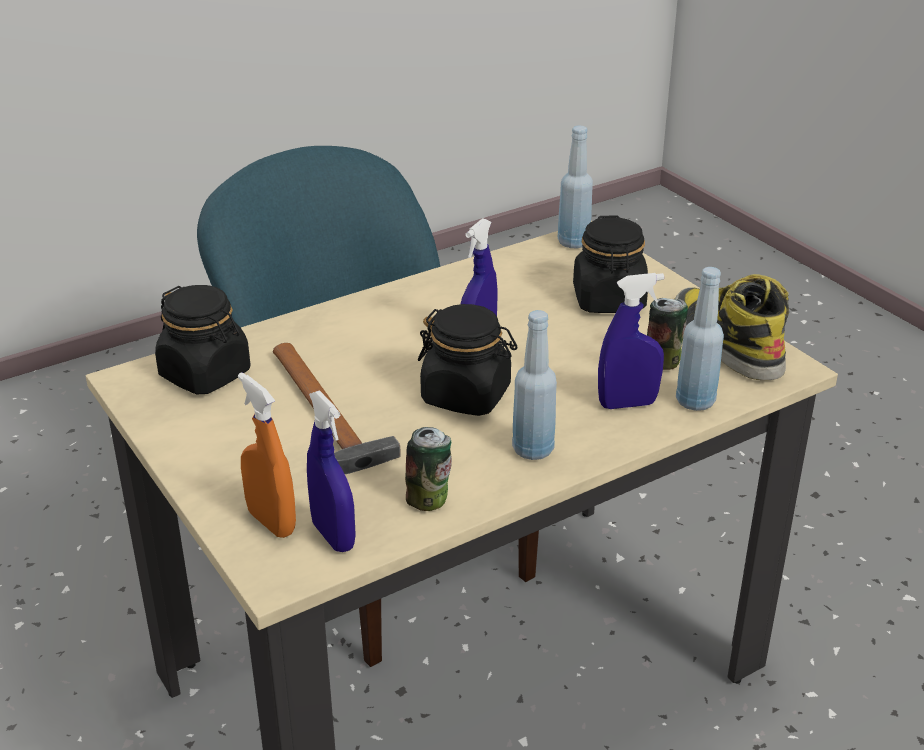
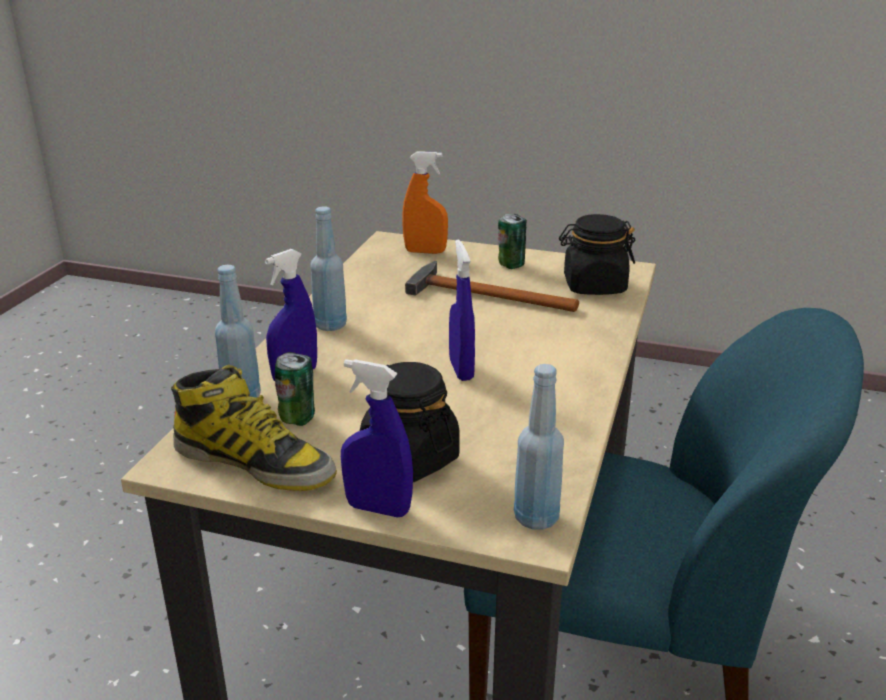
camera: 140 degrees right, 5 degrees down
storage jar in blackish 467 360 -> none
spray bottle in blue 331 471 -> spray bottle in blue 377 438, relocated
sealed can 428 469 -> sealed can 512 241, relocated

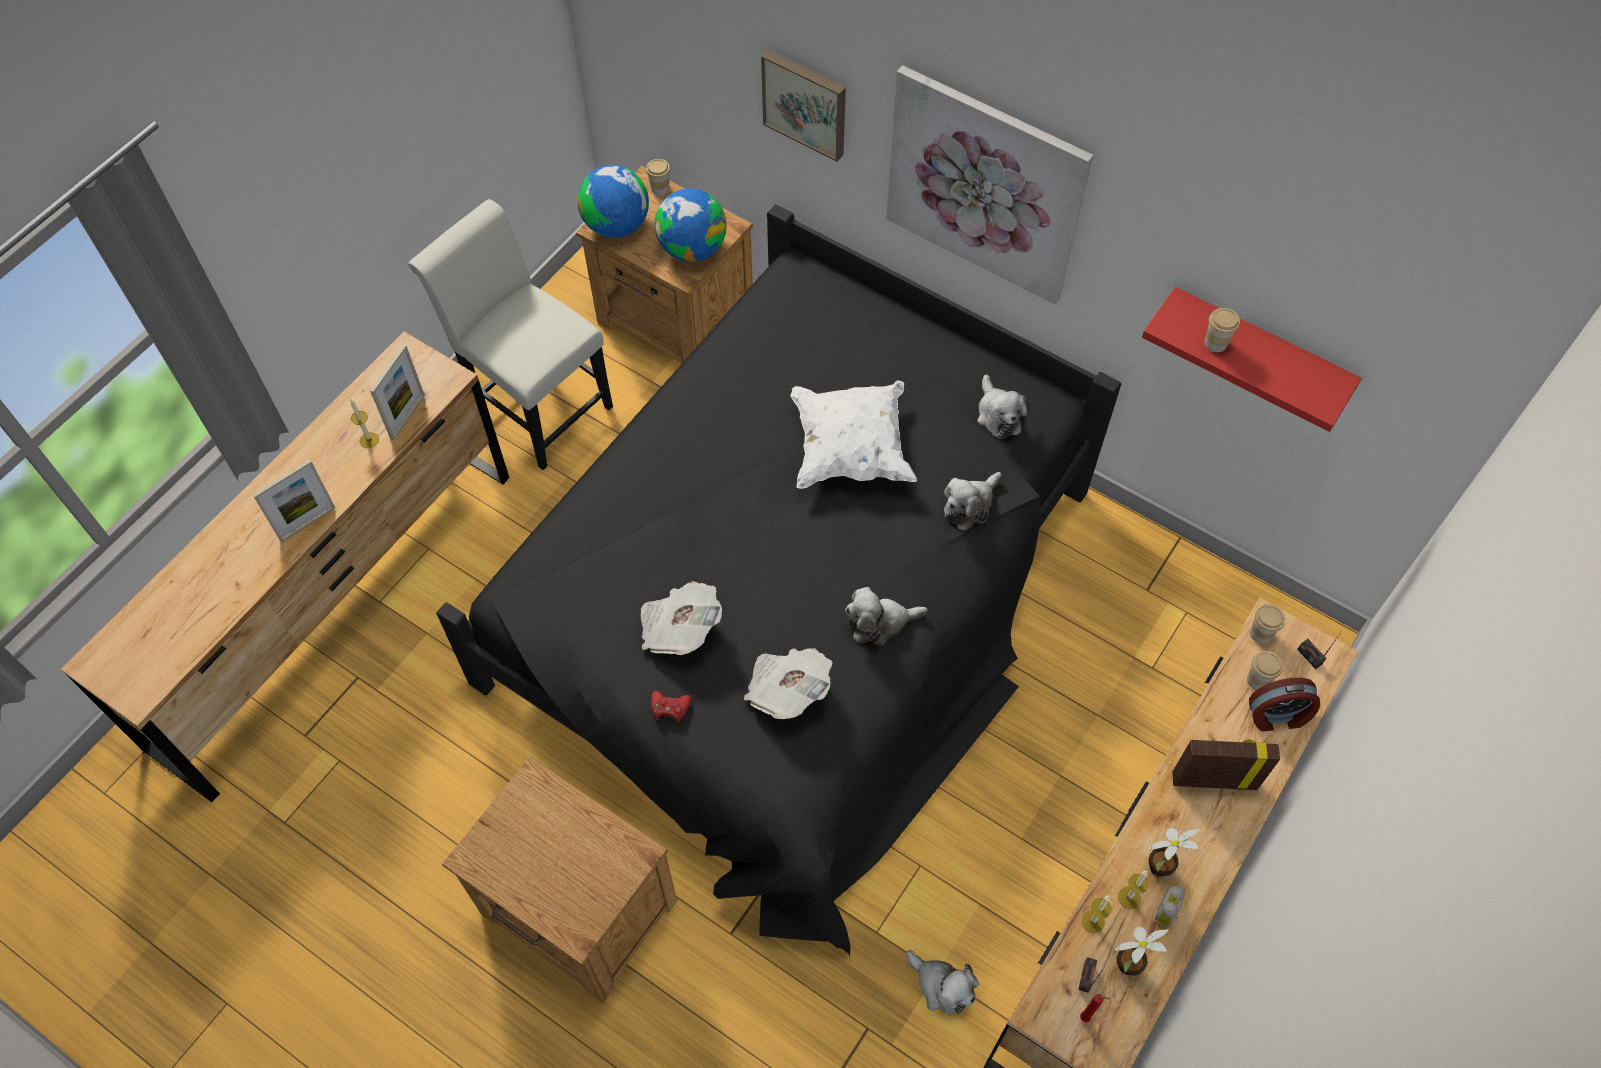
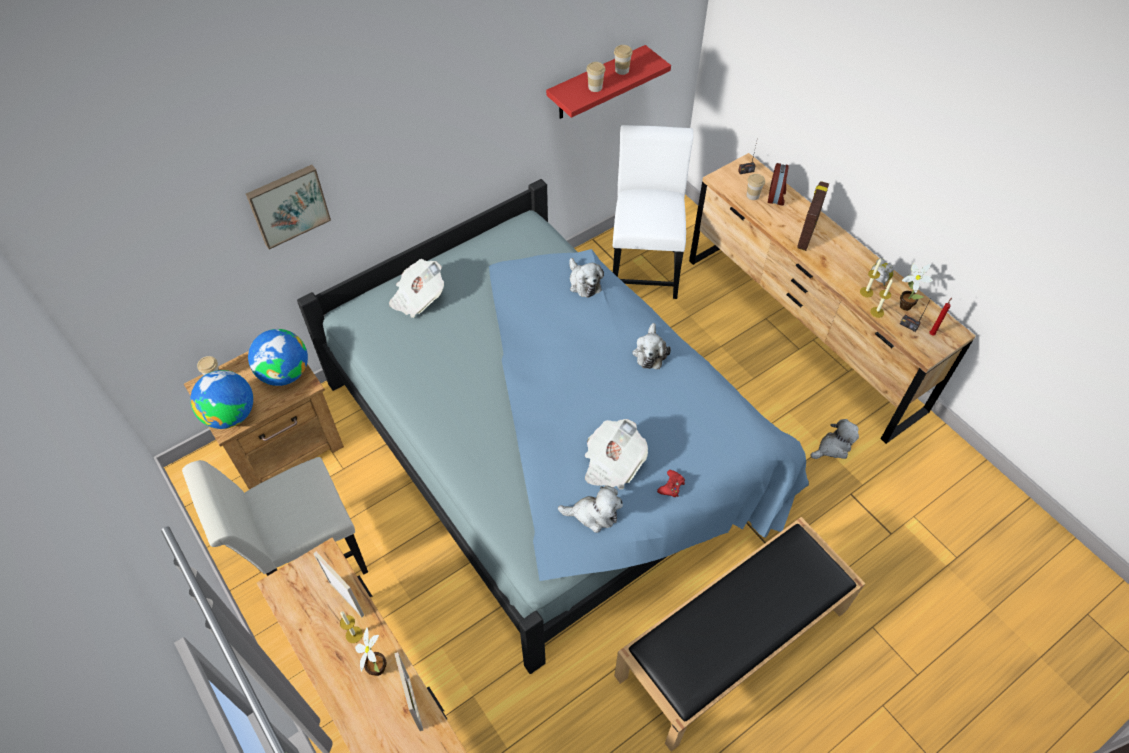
camera: 70 degrees left, 5 degrees down
pillow in white-coloured 853 434 -> none
picture 989 185 -> none
none -> chair in white-coloured 653 212
newspaper 788 683 -> newspaper 416 288, relocated
plush toy 1003 407 -> plush toy 590 509, relocated
houseplant 1174 852 -> houseplant 371 651, relocated
drinking cup 1267 624 -> drinking cup 623 60, relocated
nightstand in brown-coloured 559 879 -> long seat in blackish 740 634
bed in blackish 778 580 -> bed in blue 553 426

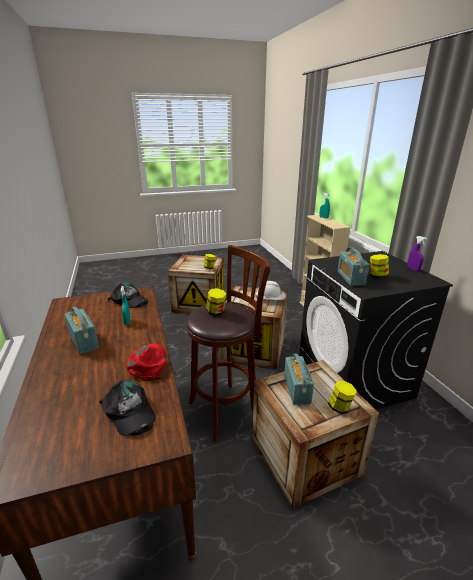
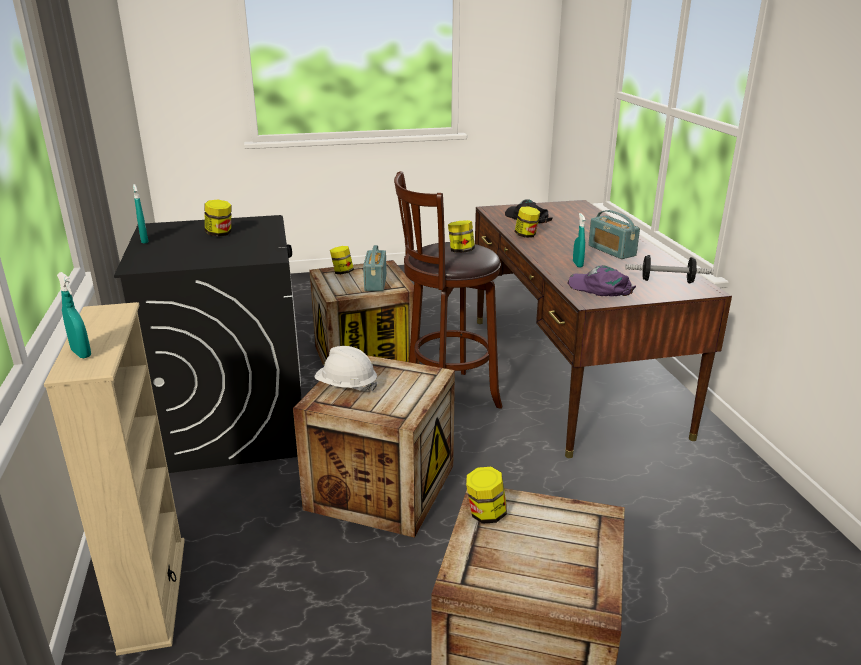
camera: 175 degrees left, 0 degrees up
radio receiver 353 266 -> none
none -> free weight 669 269
cap in red 146 362 -> storage jar 527 222
cap in blackish 127 295 -> cap in purple-coloured 601 281
spray bottle in purple-coloured 417 253 -> spray bottle in turquoise-coloured 141 214

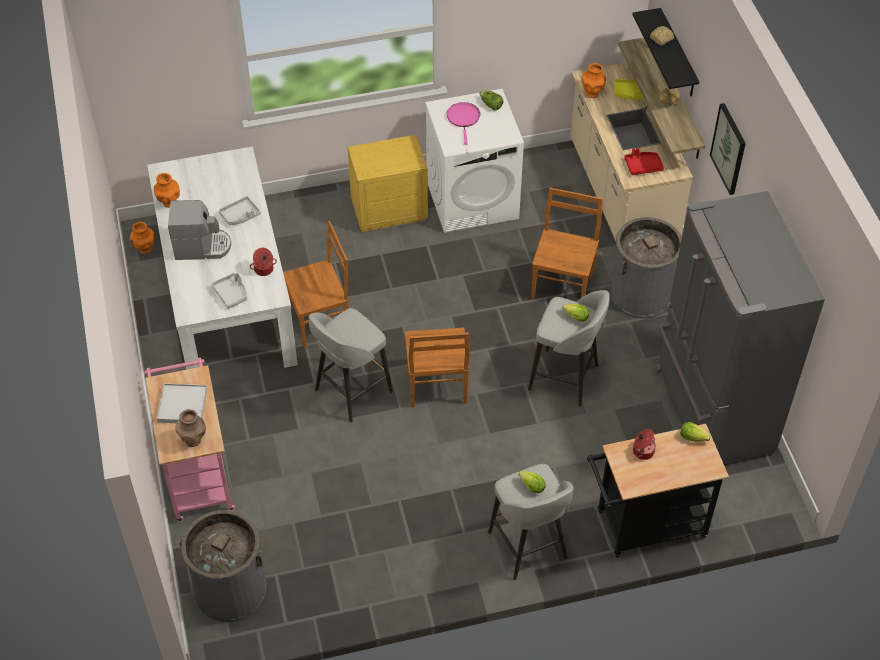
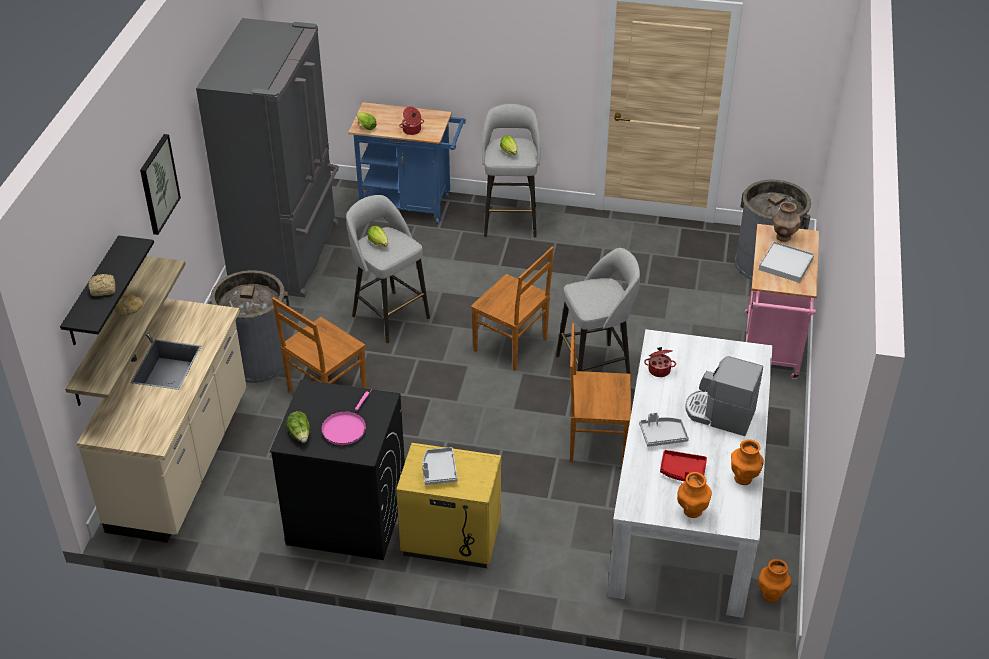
camera: 155 degrees left, 10 degrees down
carrying tray in yellowish 629 89 -> none
carrying tray in gray 229 291 -> carrying tray in gray 440 466, relocated
decorative vase in orangey 594 80 -> decorative vase in orangey 694 495, relocated
carrying tray in red 644 161 -> carrying tray in red 683 465, relocated
washing machine in white-coloured 474 161 -> washing machine in blackish 337 470
wheeled cart in blackish 658 491 -> wheeled cart in blue 407 163
chair in brown-coloured 437 367 -> chair in brown-coloured 512 308, 105 degrees clockwise

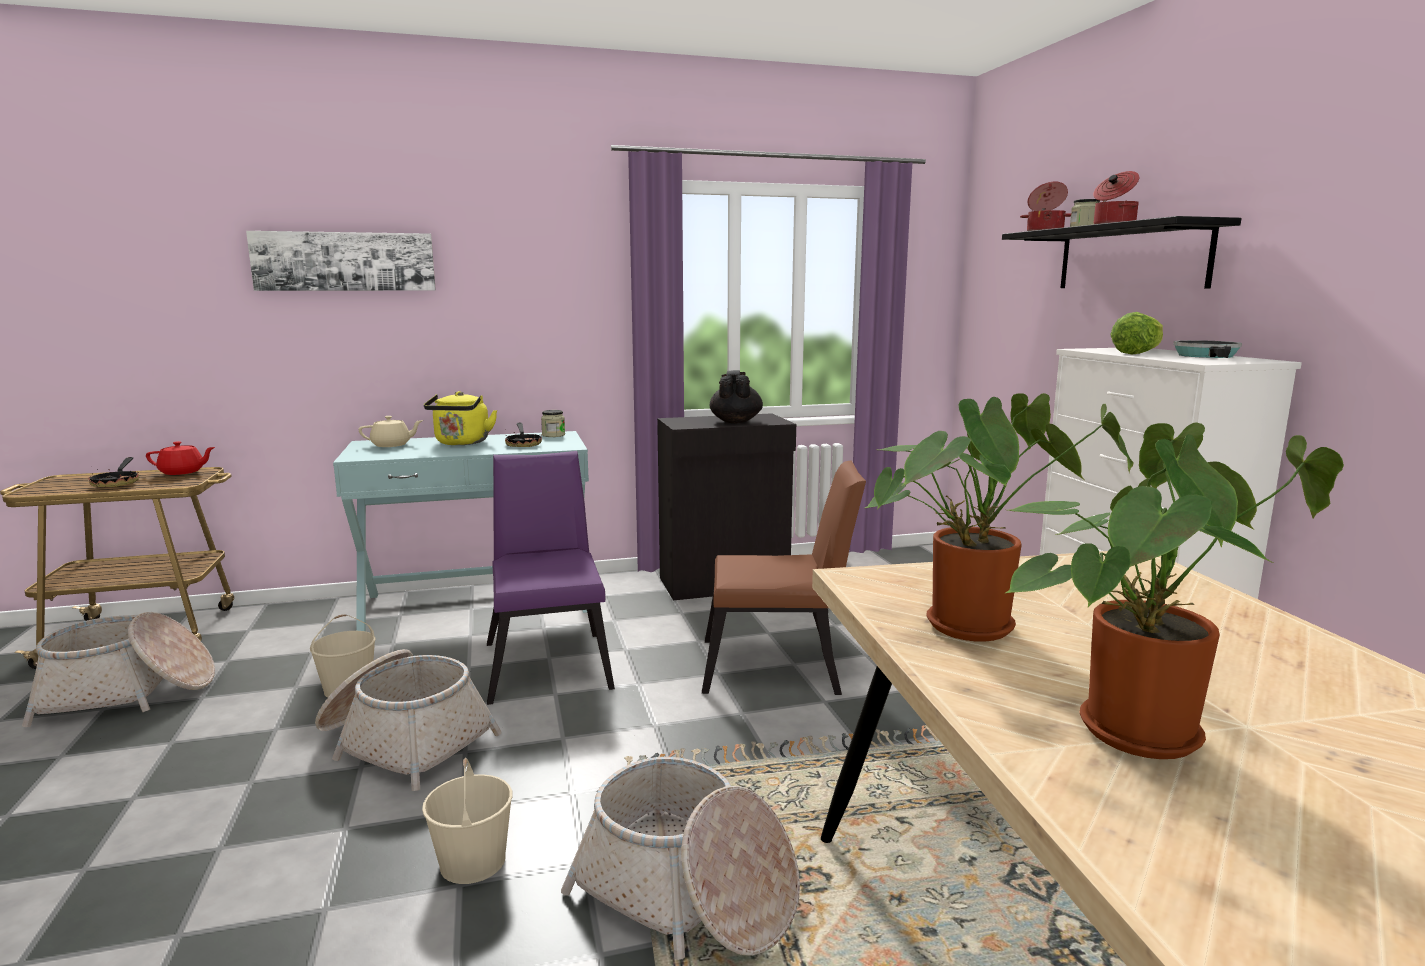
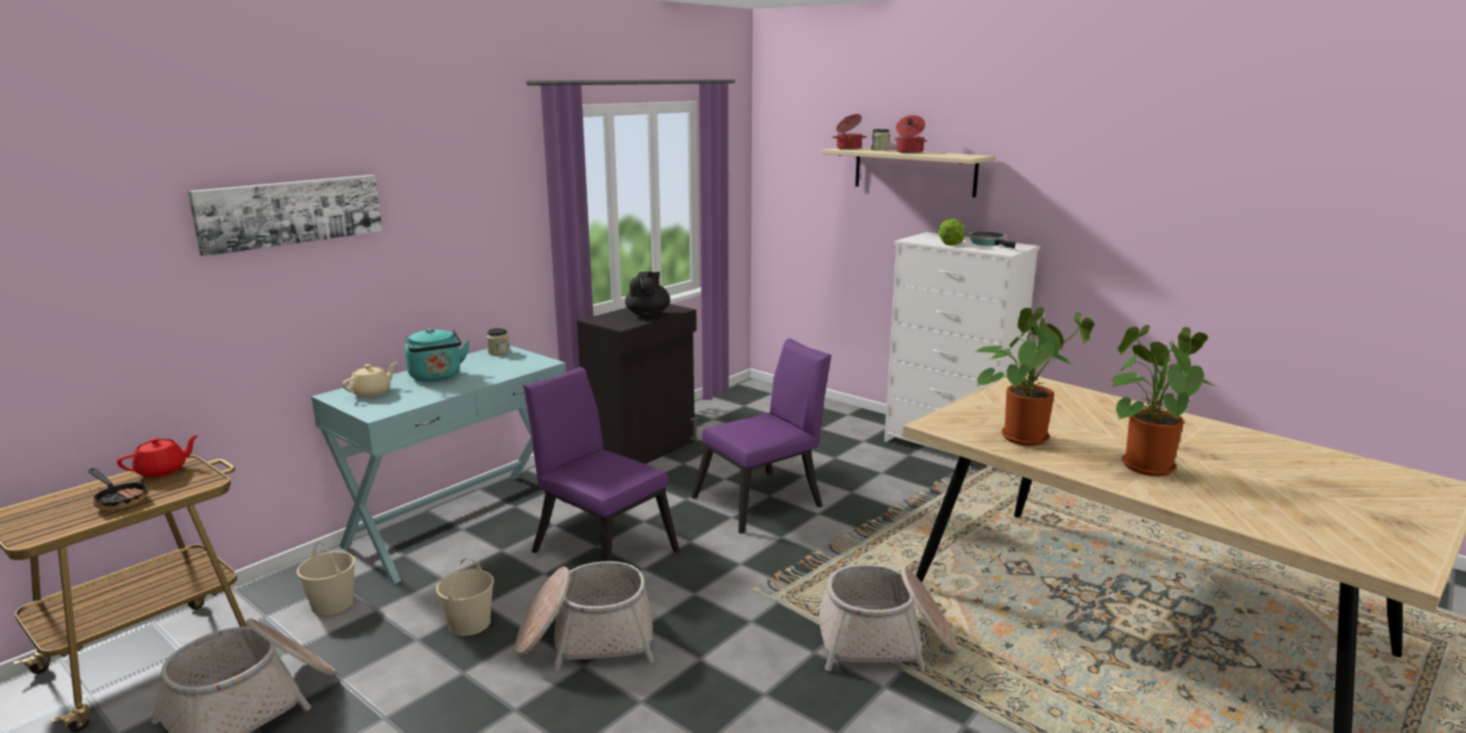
camera: 35 degrees left, 5 degrees up
pan 523 435 -> none
water bucket in beige-coloured 467 821 -> water bucket in beige-coloured 326 578, relocated
tea kettle in yellowish 461 418 -> tea kettle in turquoise-coloured 437 355
chair in brown-coloured 784 578 -> chair in purple-coloured 761 436
bracket shelf in blackish 1122 252 -> bracket shelf in beige-coloured 907 172
tea pot in blackish 736 396 -> tea pot in blackish 647 294, 45 degrees clockwise

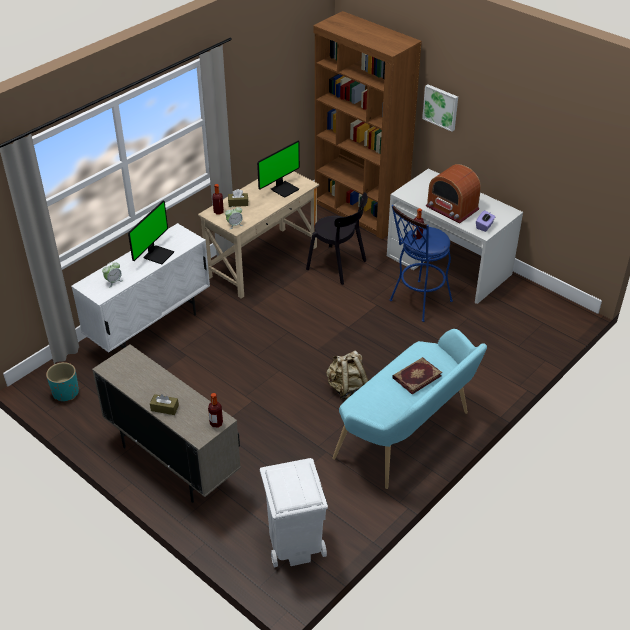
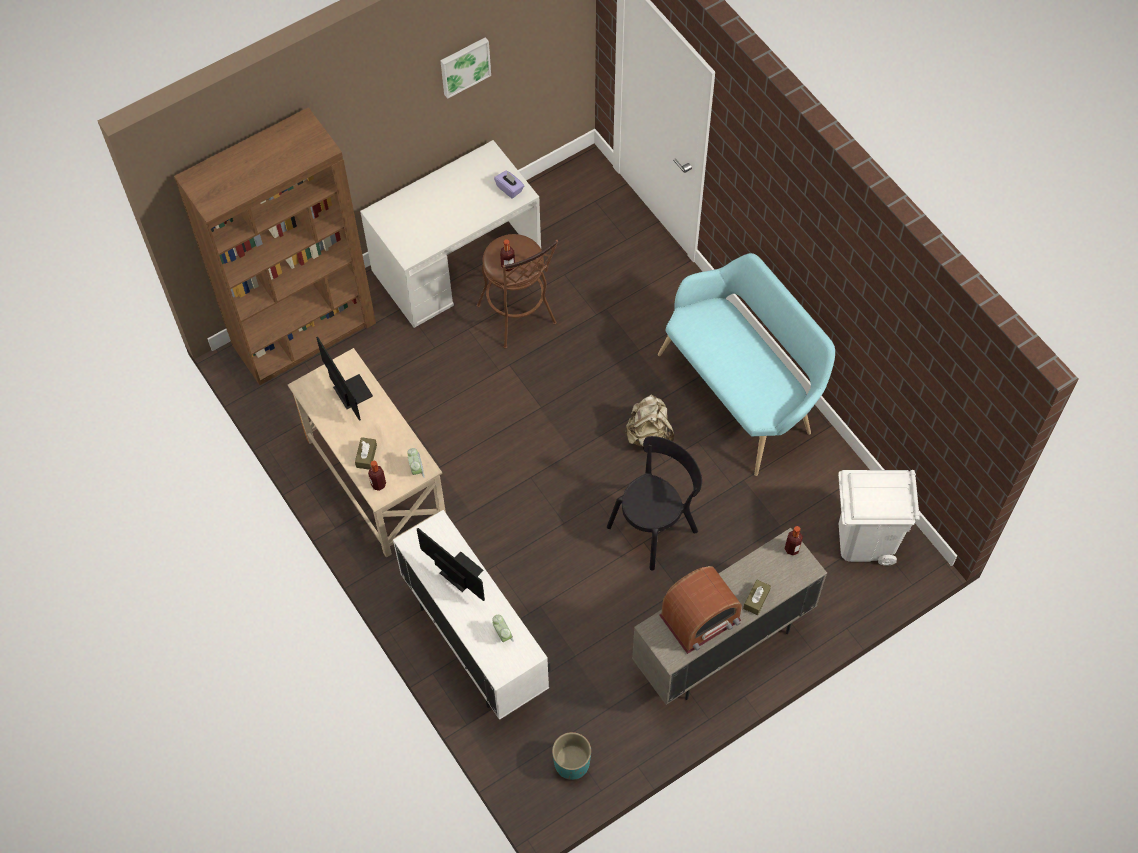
camera: 75 degrees left, 20 degrees up
bound book 417 375 -> none
chair in blackish 337 238 -> chair in blackish 654 503, relocated
picture 440 108 -> picture 465 68, relocated
radio receiver 453 193 -> radio receiver 700 610, relocated
sitting stool in blue 421 263 -> sitting stool in brown-coloured 517 291

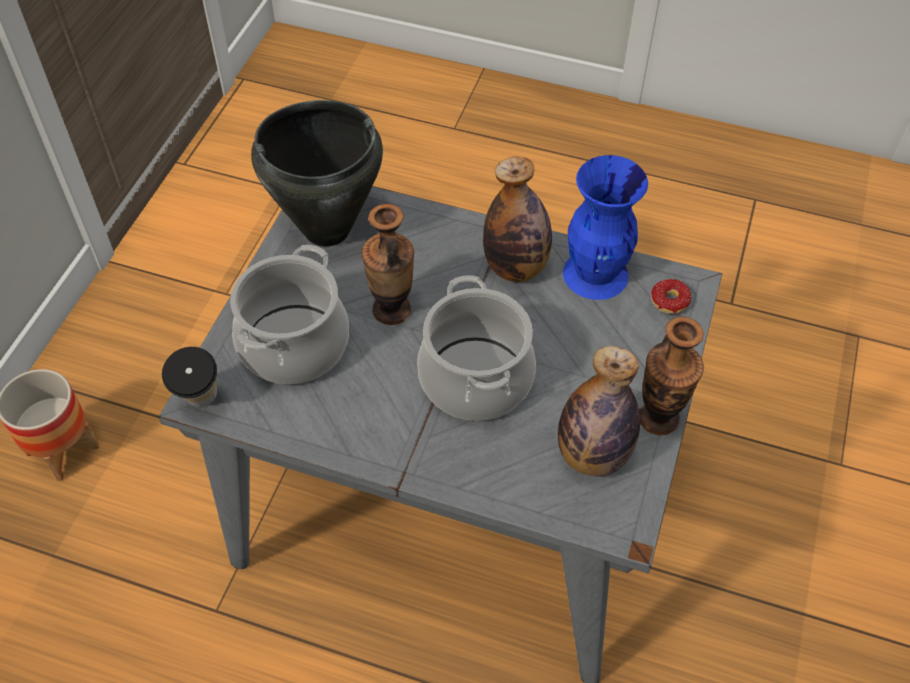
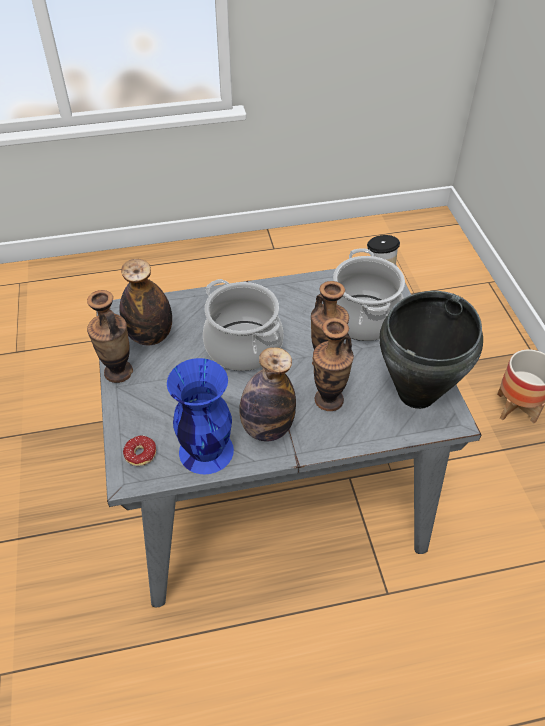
camera: 150 degrees right, 5 degrees down
none -> decorative vase 333 364

